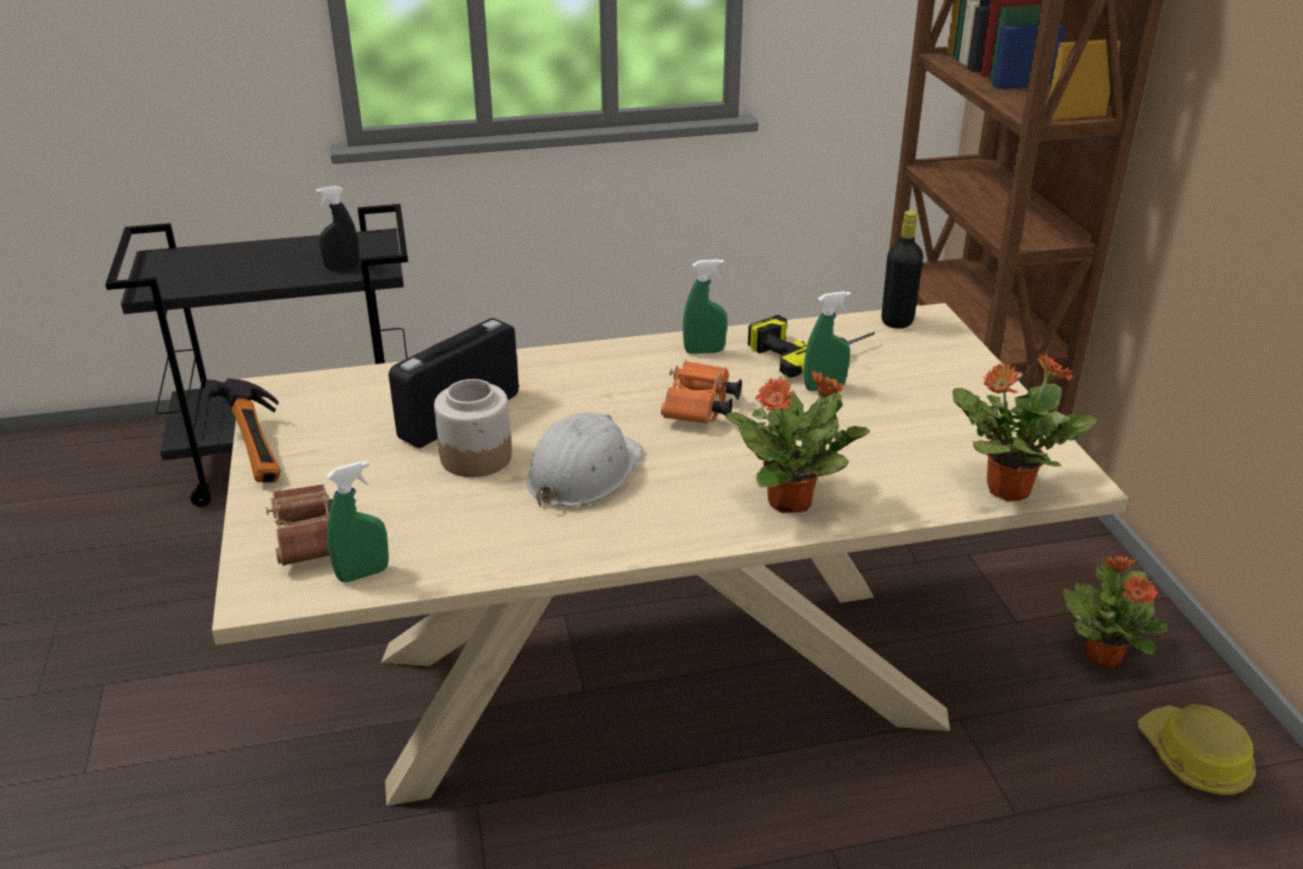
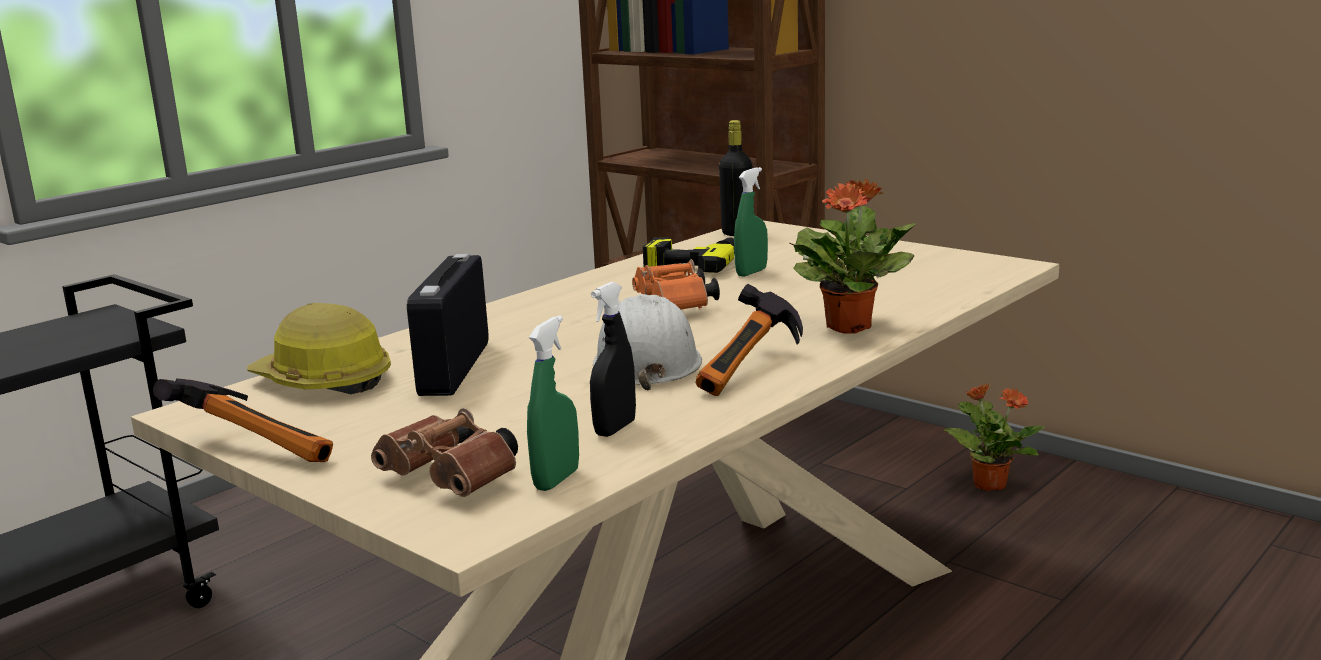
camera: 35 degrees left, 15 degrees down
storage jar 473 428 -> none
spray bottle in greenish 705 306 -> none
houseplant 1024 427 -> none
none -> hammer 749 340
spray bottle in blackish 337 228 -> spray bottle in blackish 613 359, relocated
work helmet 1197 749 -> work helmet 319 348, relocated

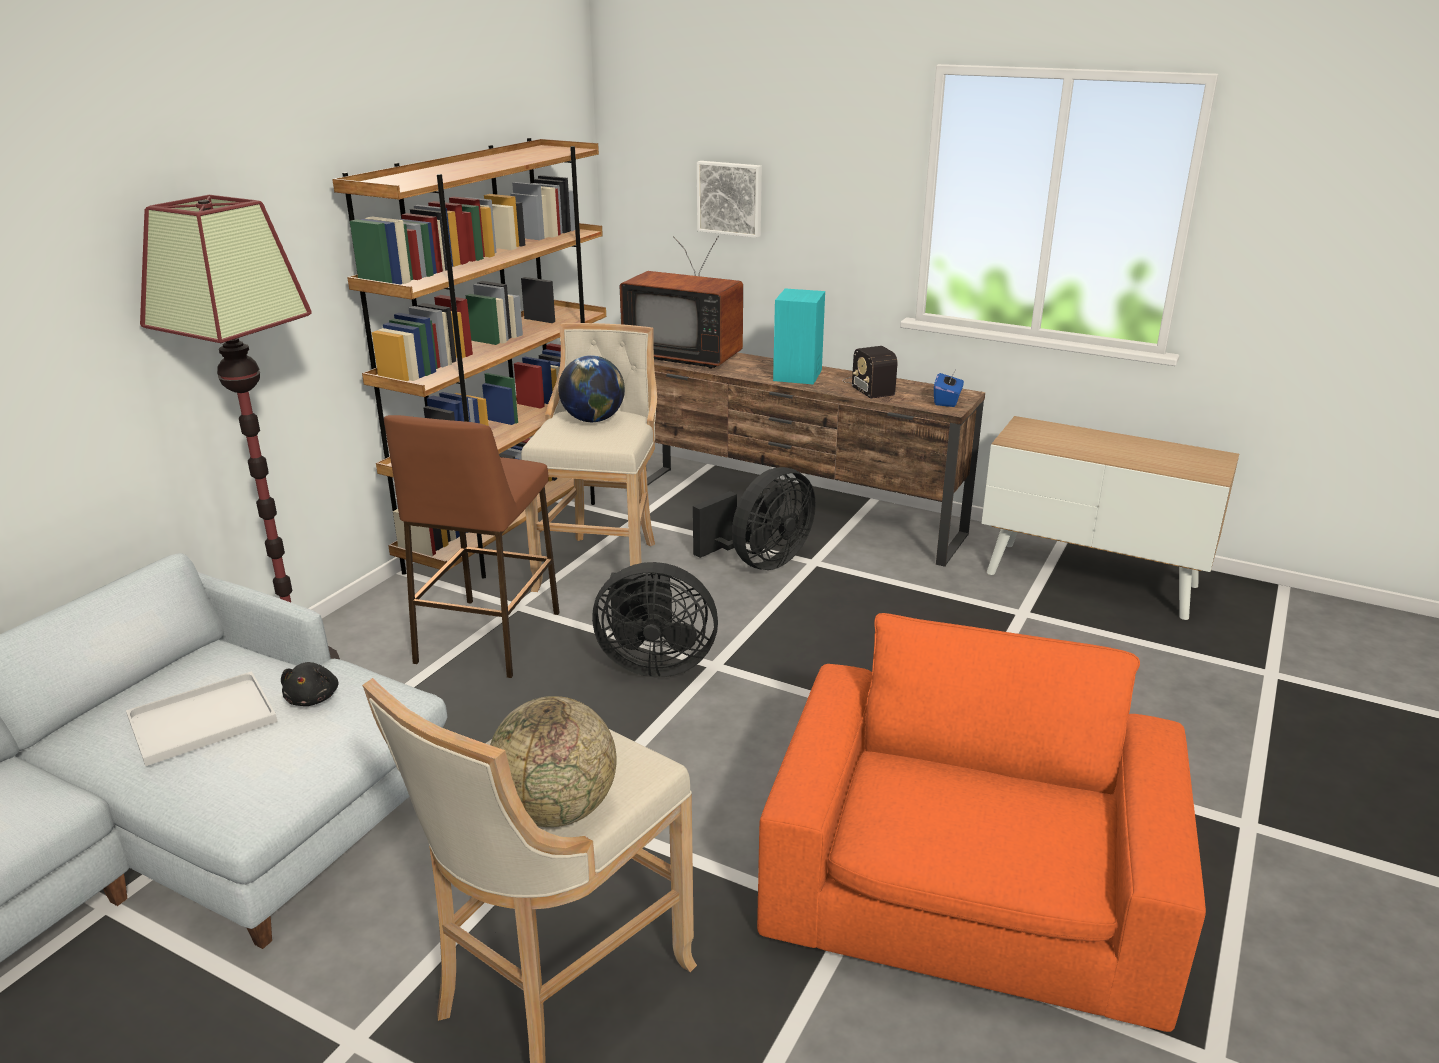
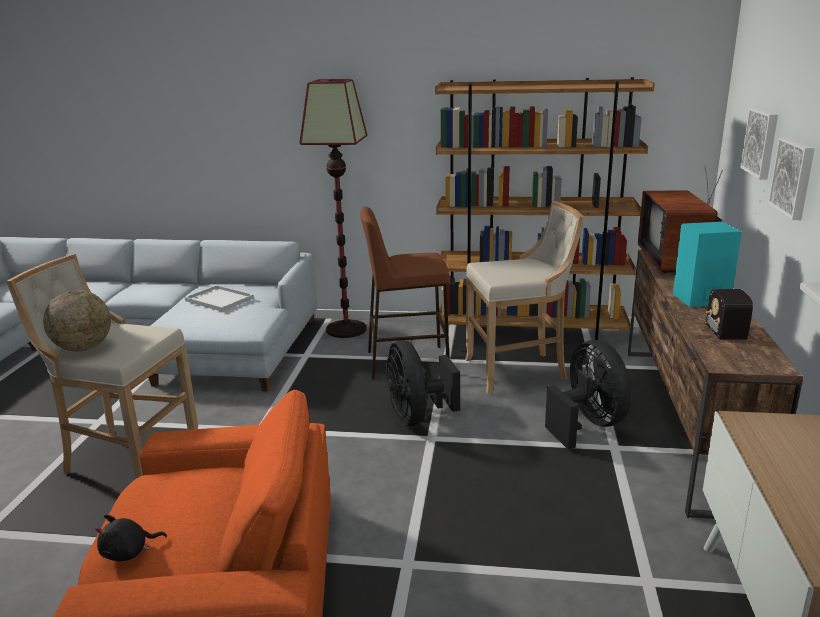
camera: 70 degrees right, 5 degrees down
desk globe 591 388 -> none
box of tissues in blue 949 389 -> none
none -> picture 791 178
plush toy in blackish 310 684 -> plush toy in blackish 131 538, relocated
electric fan in blackish 754 518 -> electric fan in blackish 588 394, 135 degrees counterclockwise
radio receiver 869 372 -> radio receiver 726 314, 45 degrees counterclockwise

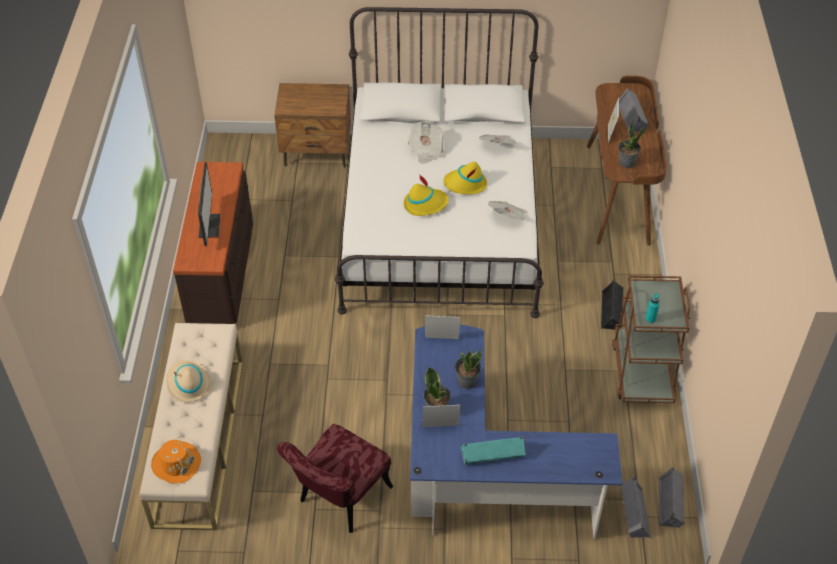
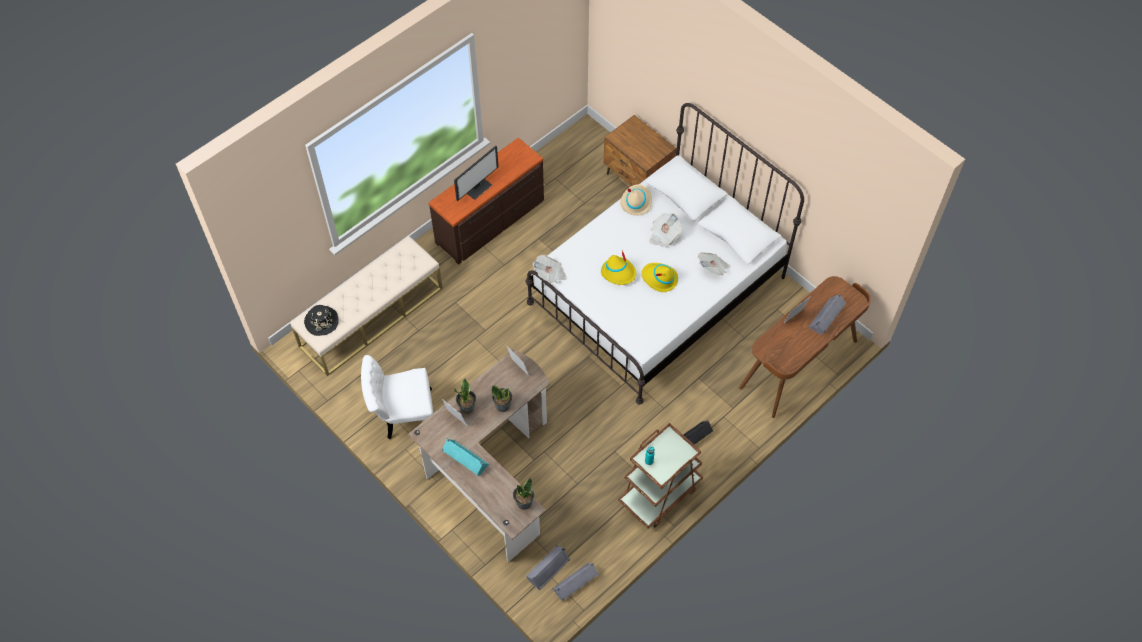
camera: 45 degrees right, 10 degrees up
clothing hat in beige-coloured 189 381 -> clothing hat in beige-coloured 636 200, relocated
newspaper 507 210 -> newspaper 550 269, relocated
houseplant 631 144 -> houseplant 523 494, relocated
clothing hat in orangey 176 461 -> clothing hat in blackish 321 320
chair in red 335 478 -> chair in white-coloured 397 397
desk table in blue 516 431 -> desk table in brown-coloured 479 456

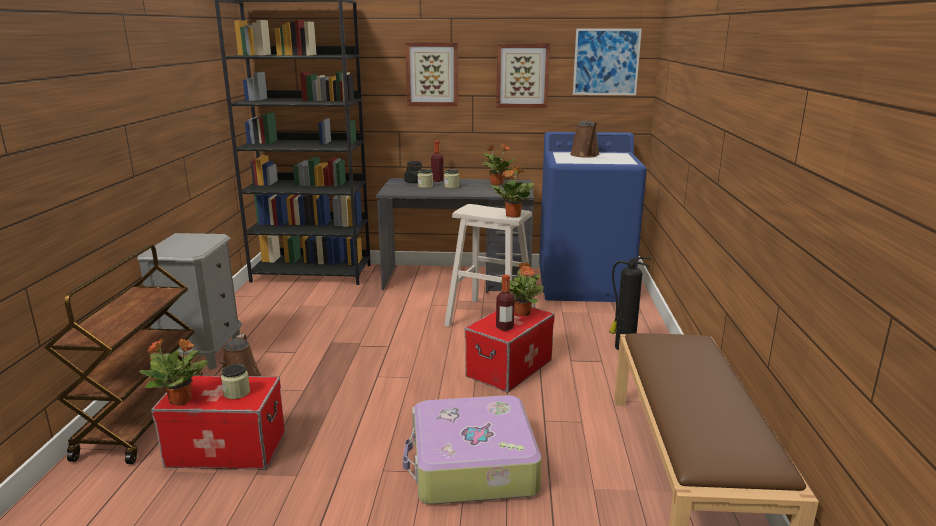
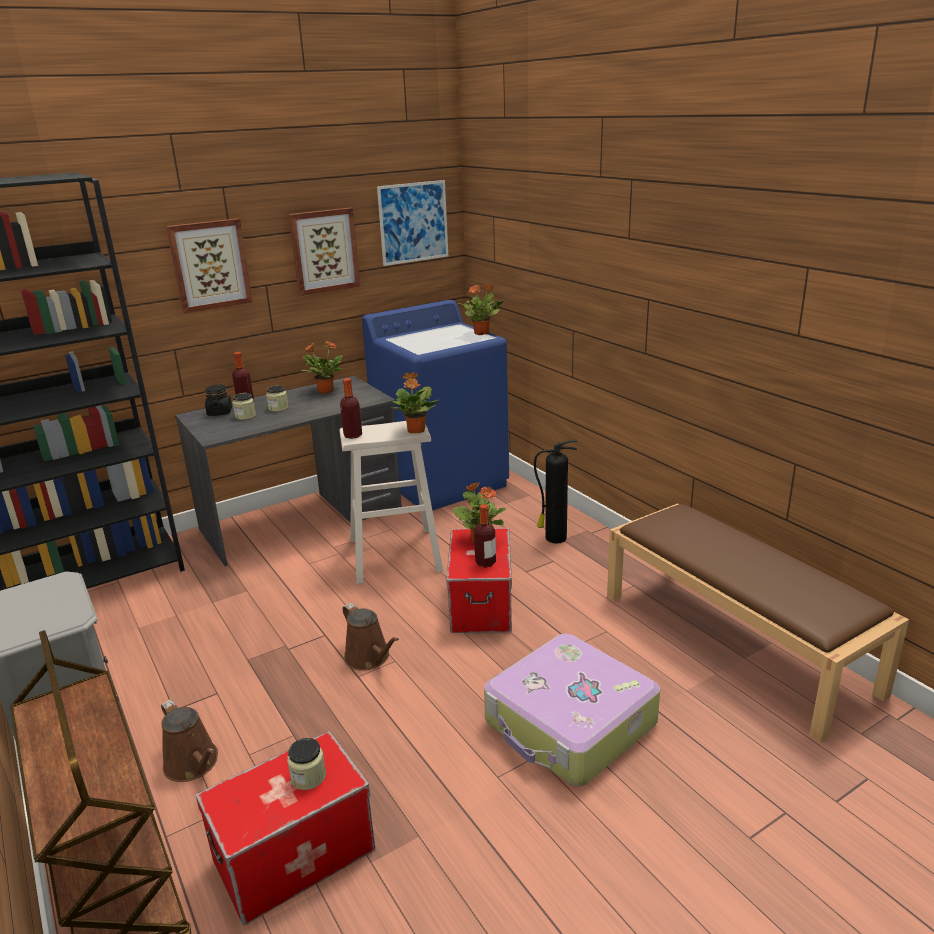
camera: 35 degrees left, 5 degrees up
none -> bottle 351 408
houseplant 174 372 -> houseplant 481 309, relocated
watering pot in brown-coloured 585 139 -> watering pot in brown-coloured 371 637, relocated

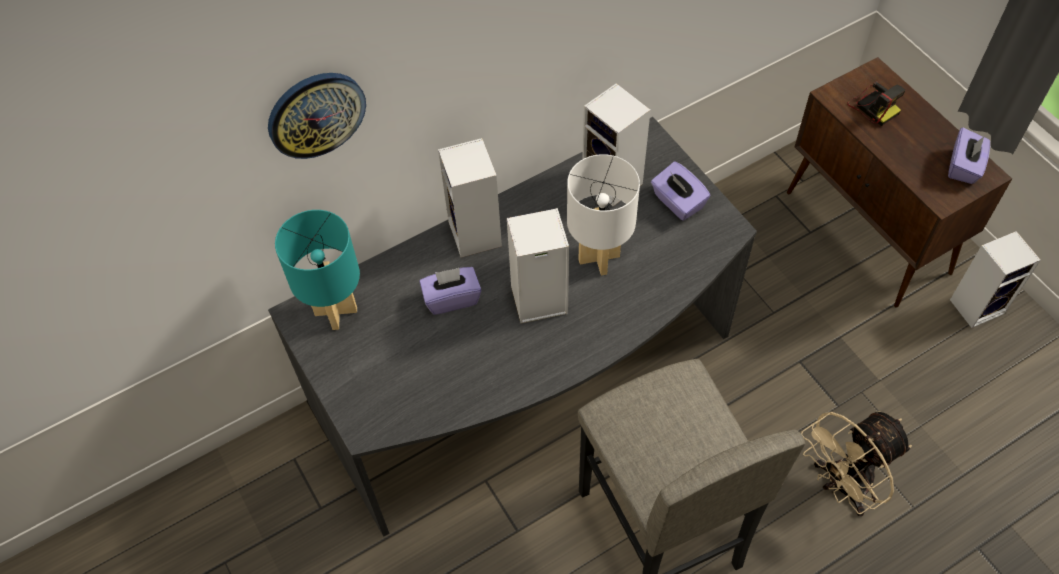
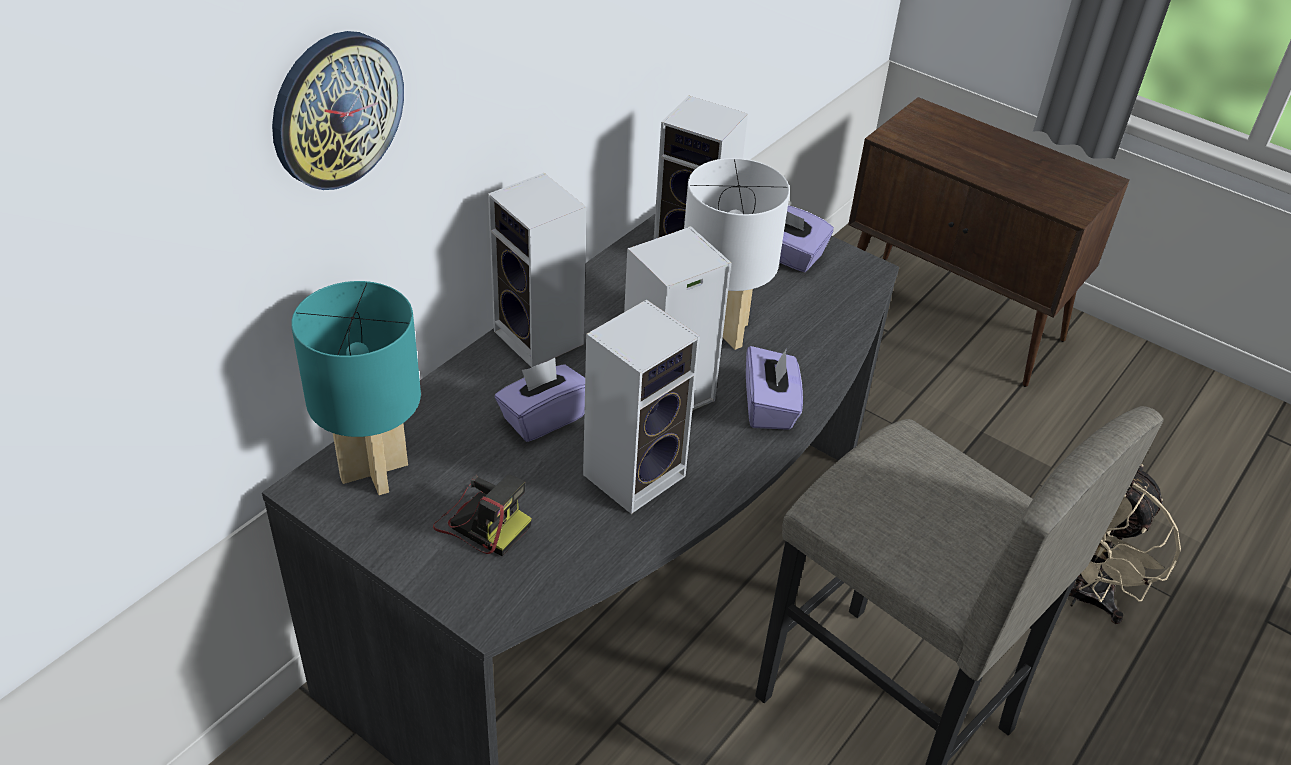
camera: 25 degrees left, 15 degrees down
still camera 876 103 -> still camera 482 515, relocated
box of tissues in purple-coloured 969 156 -> box of tissues in purple-coloured 774 388, relocated
audio speaker 995 279 -> audio speaker 641 407, relocated

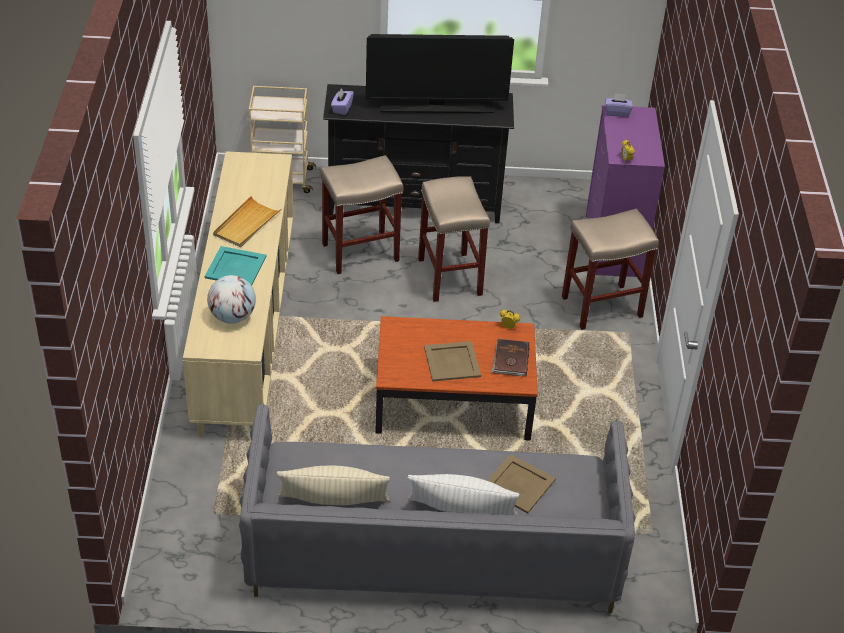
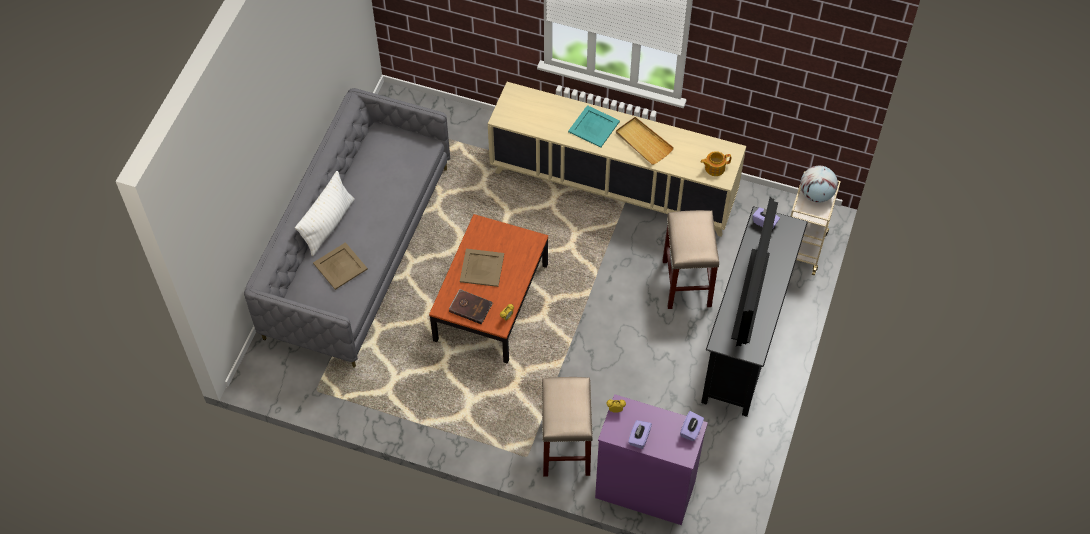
camera: 110 degrees right, 15 degrees up
pillow in beige-coloured 333 485 -> none
sitting stool in beige-coloured 454 239 -> none
none -> box of tissues in purple-coloured 640 434
none -> tea pot 715 163
desk globe 231 299 -> desk globe 819 184, relocated

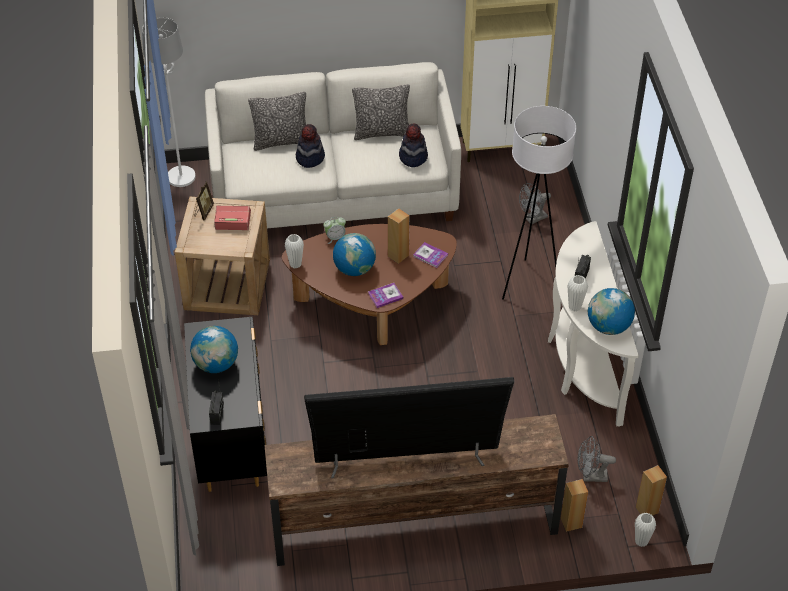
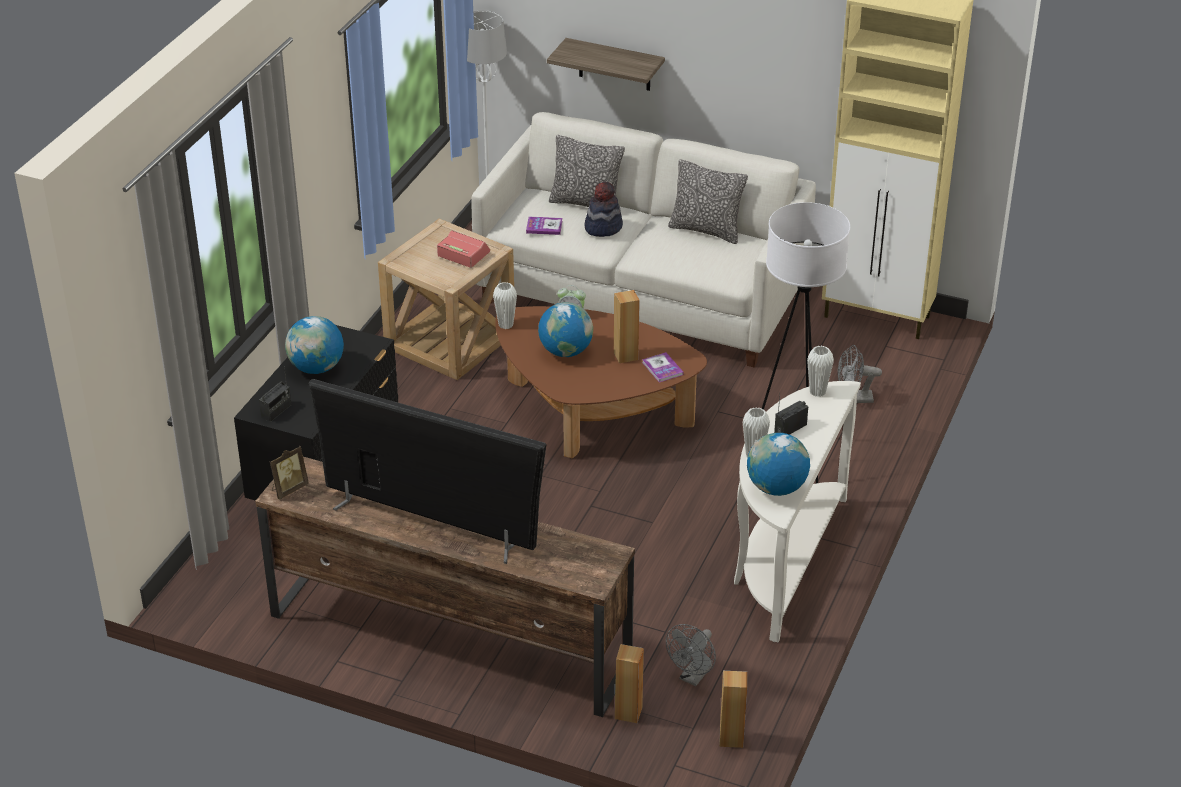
camera: 30 degrees right, 10 degrees down
clothing hat 413 145 -> none
none -> bracket shelf 606 64
standing frame 204 201 -> standing frame 289 473, relocated
bound book 385 295 -> bound book 544 226, relocated
decorative vase in white-coloured 645 530 -> decorative vase in white-coloured 820 371, relocated
electric fan in gray 597 459 -> electric fan in gray 691 655, 90 degrees counterclockwise

